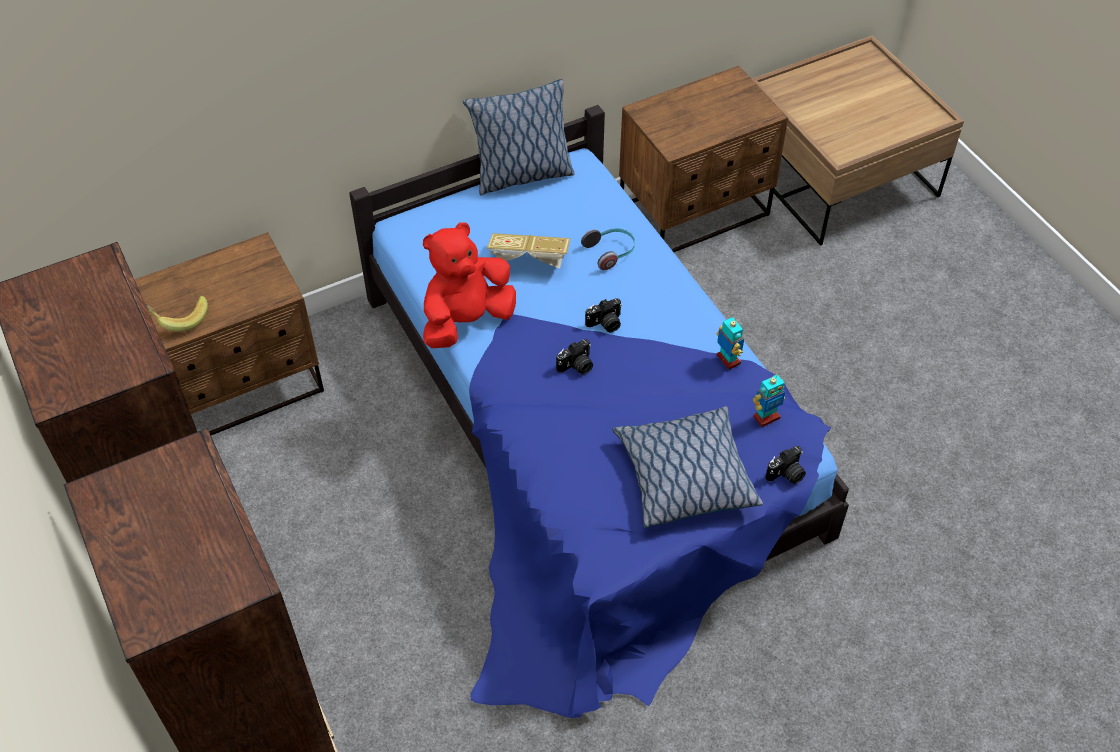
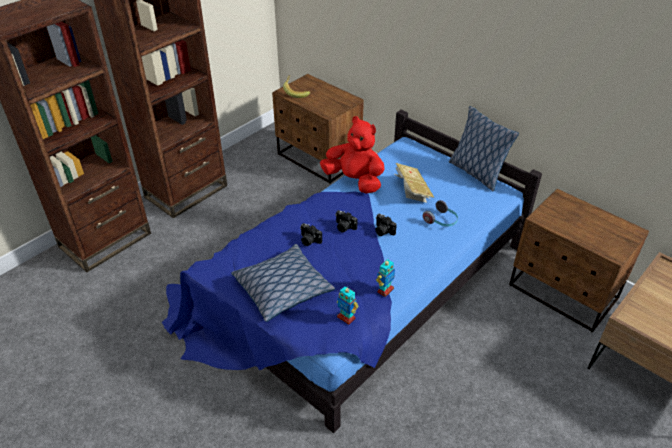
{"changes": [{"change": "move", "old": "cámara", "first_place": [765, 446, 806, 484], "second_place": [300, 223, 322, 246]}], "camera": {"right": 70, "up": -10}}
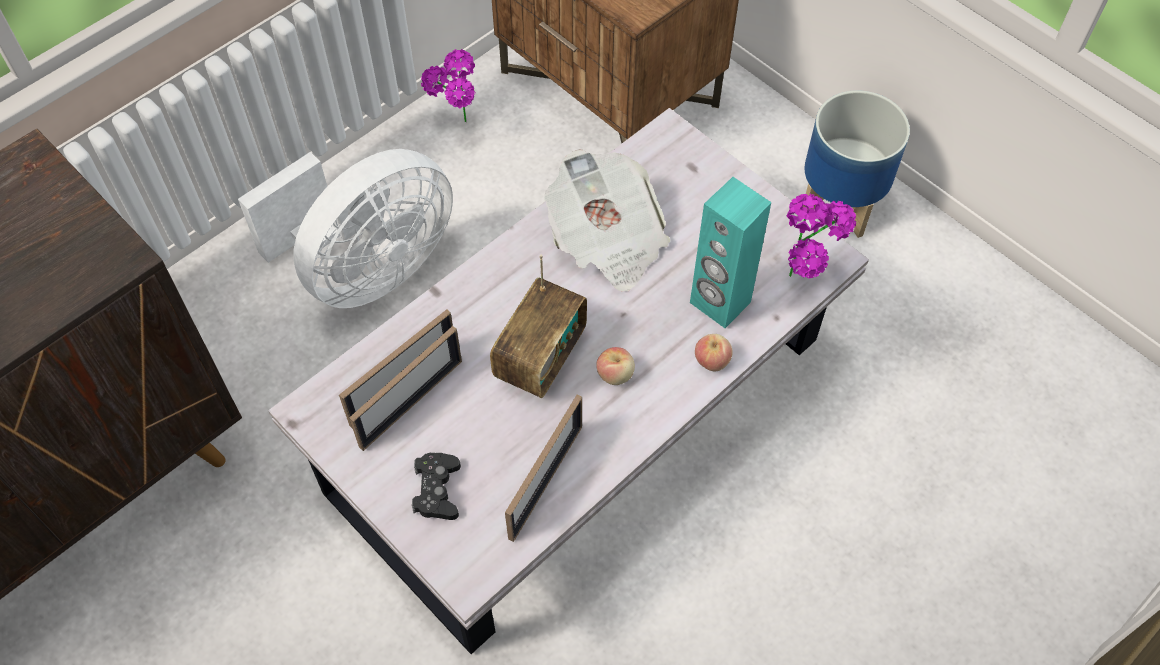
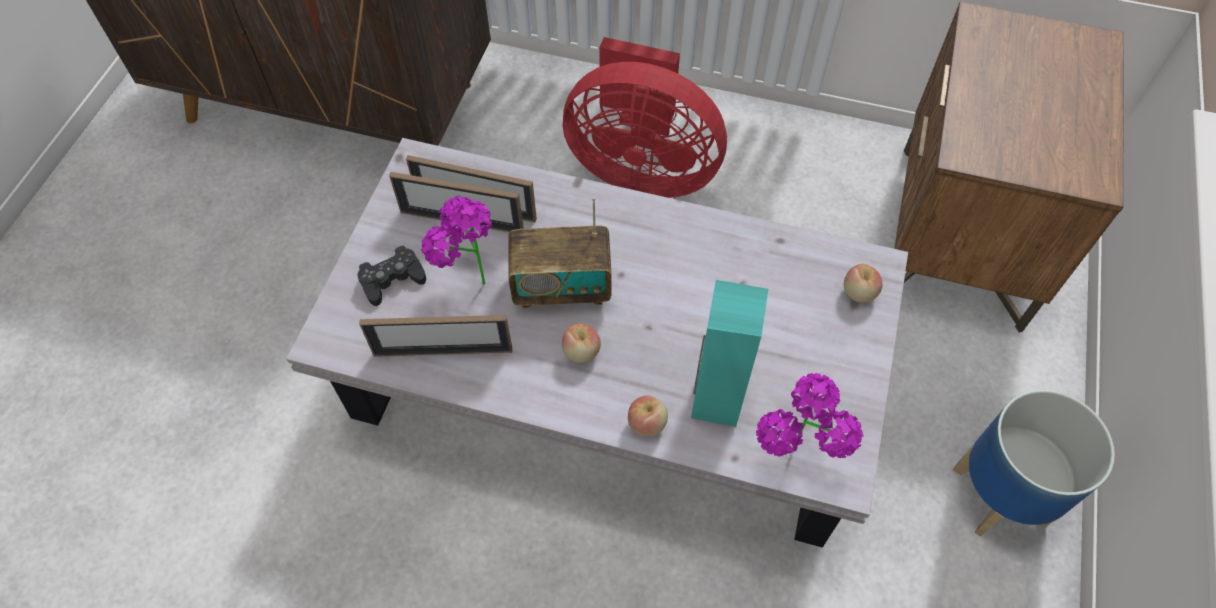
{"changes": [{"change": "move", "old": "planta en maceta", "first_place": [421, 49, 476, 122], "second_place": [421, 196, 492, 285]}, {"change": "recolor", "old": "ventilador/blanco", "new": "ventilador/rojo", "first_place": [238, 149, 453, 308], "second_place": [563, 37, 727, 198]}, {"change": "delete", "old": "periódico", "first_place": [544, 149, 670, 291]}, {"change": "insert", "new": "manzana", "second_place": [844, 264, 882, 303]}], "camera": {"right": 60, "up": 0}}
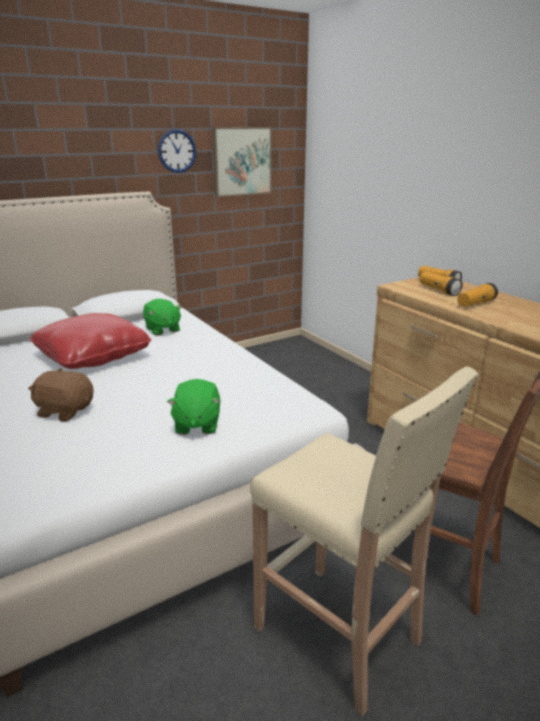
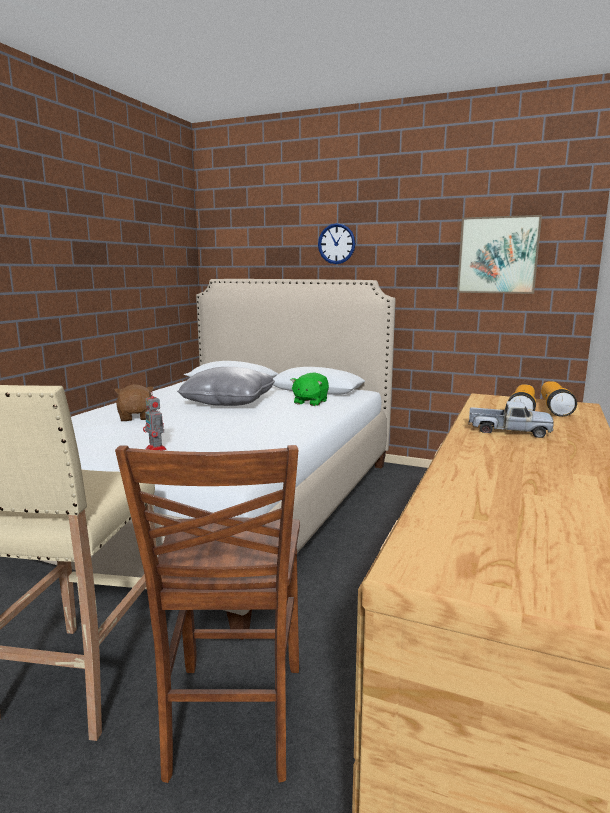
{"changes": [{"change": "move", "old": "reloj de pared", "first_place": [158, 129, 196, 173], "second_place": [318, 223, 355, 264]}, {"change": "replace", "old": "linterna", "new": "camión de juguete", "first_place": [458, 283, 498, 307], "second_place": [468, 401, 554, 438]}, {"change": "recolor", "old": "cojín/rojo", "new": "cojín/gris", "first_place": [29, 313, 151, 369], "second_place": [177, 367, 275, 406]}, {"change": "replace", "old": "peluche/verde", "new": "robot de juguete", "first_place": [167, 379, 220, 435], "second_place": [143, 391, 166, 451]}], "camera": {"right": 55, "up": -10}}
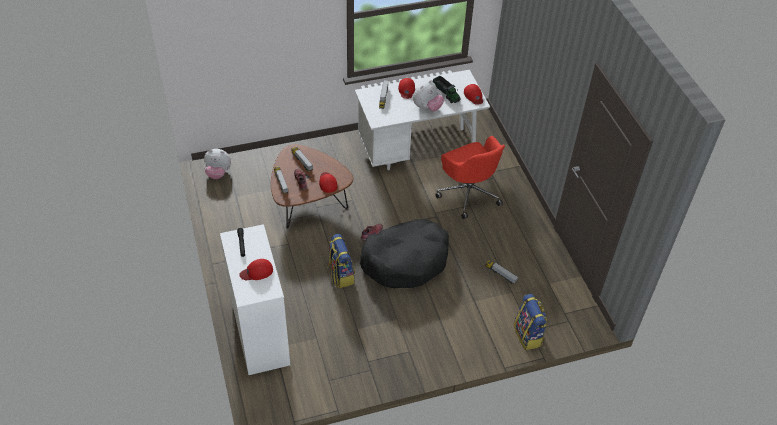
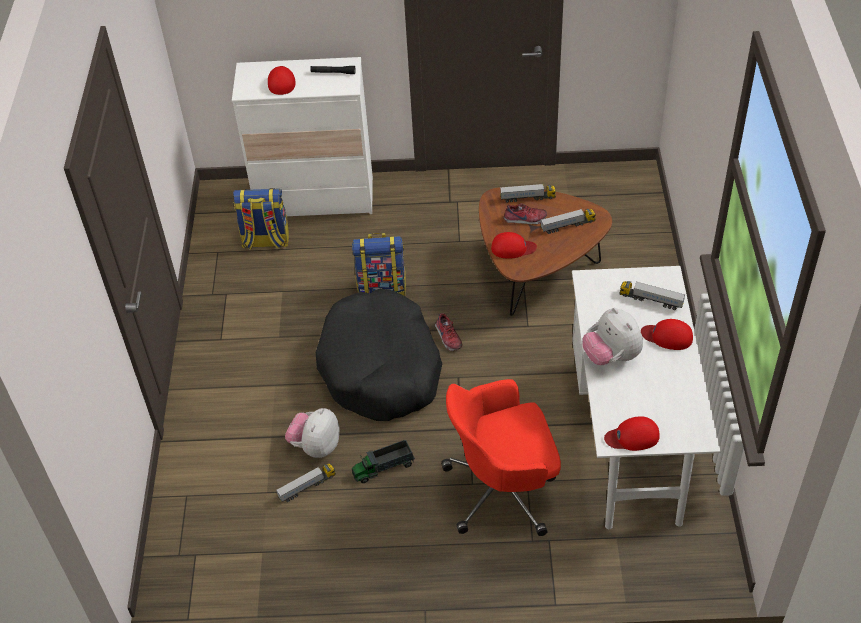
{"changes": [{"change": "move", "old": "camión de juguete", "first_place": [433, 76, 460, 103], "second_place": [352, 440, 415, 483]}, {"change": "move", "old": "peluche", "first_place": [204, 149, 231, 179], "second_place": [285, 408, 339, 458]}, {"change": "move", "old": "mochila", "first_place": [514, 294, 547, 350], "second_place": [233, 188, 289, 250]}], "camera": {"right": 110, "up": 0}}
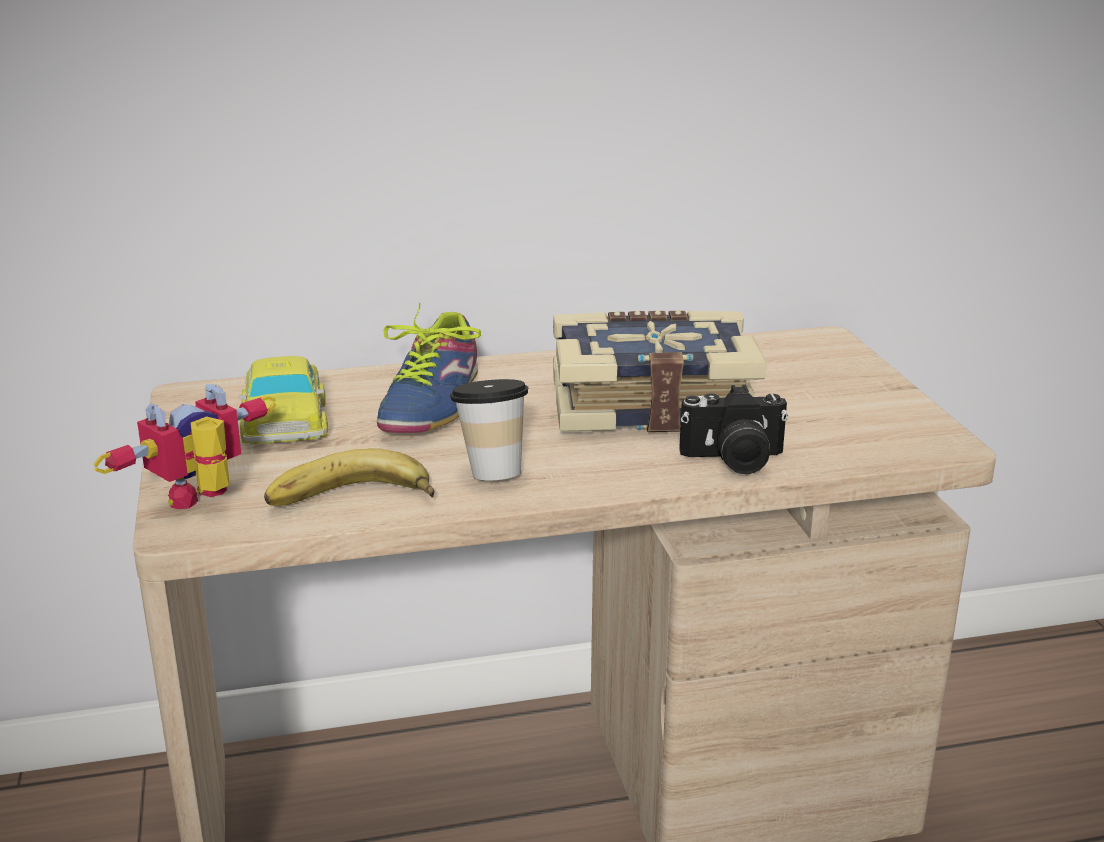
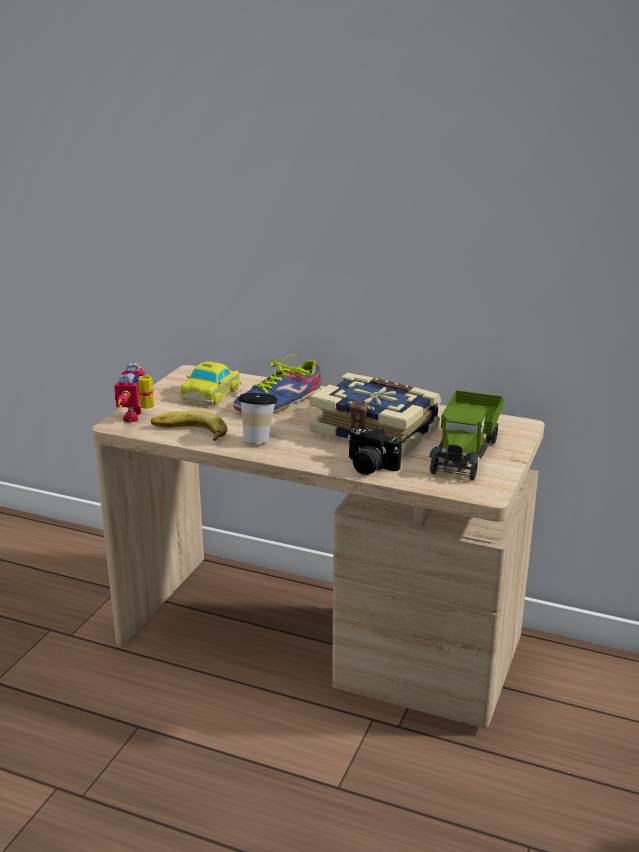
{"changes": [{"change": "rotate", "old": "robot de juguete", "first_place": [93, 384, 276, 509], "second_place": [114, 363, 154, 422], "degrees": -75}, {"change": "insert", "new": "camión de juguete", "second_place": [429, 390, 504, 480]}], "camera": {"right": 35, "up": 0}}
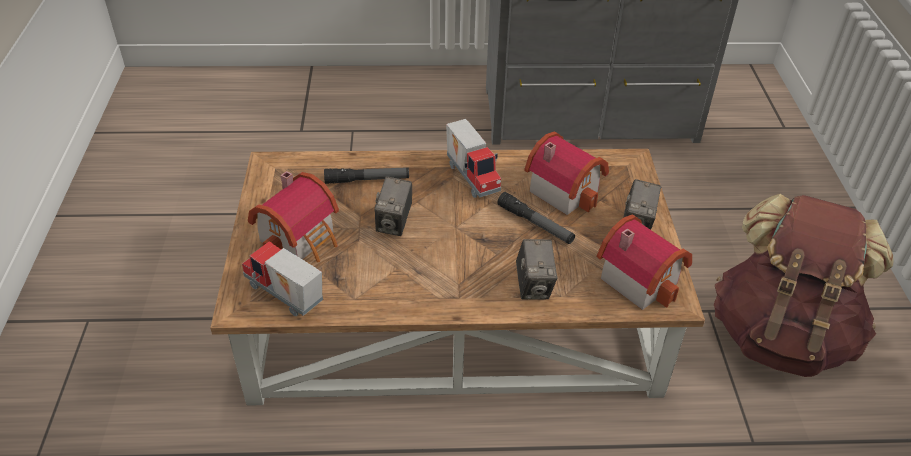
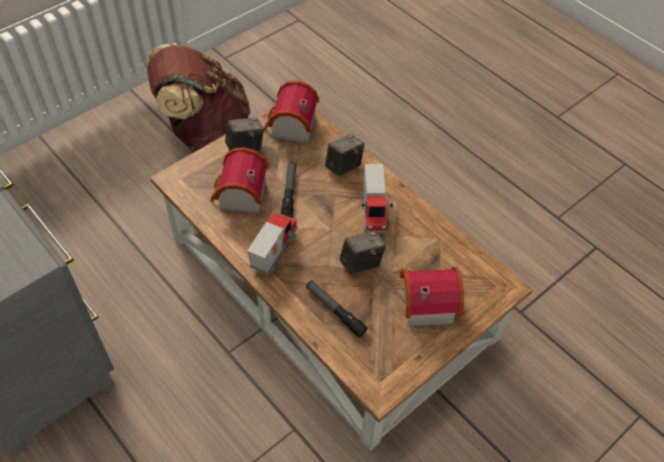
{"changes": [{"change": "move", "old": "camión de juguete", "first_place": [242, 241, 323, 316], "second_place": [362, 164, 393, 234]}], "camera": {"right": -130, "up": 10}}
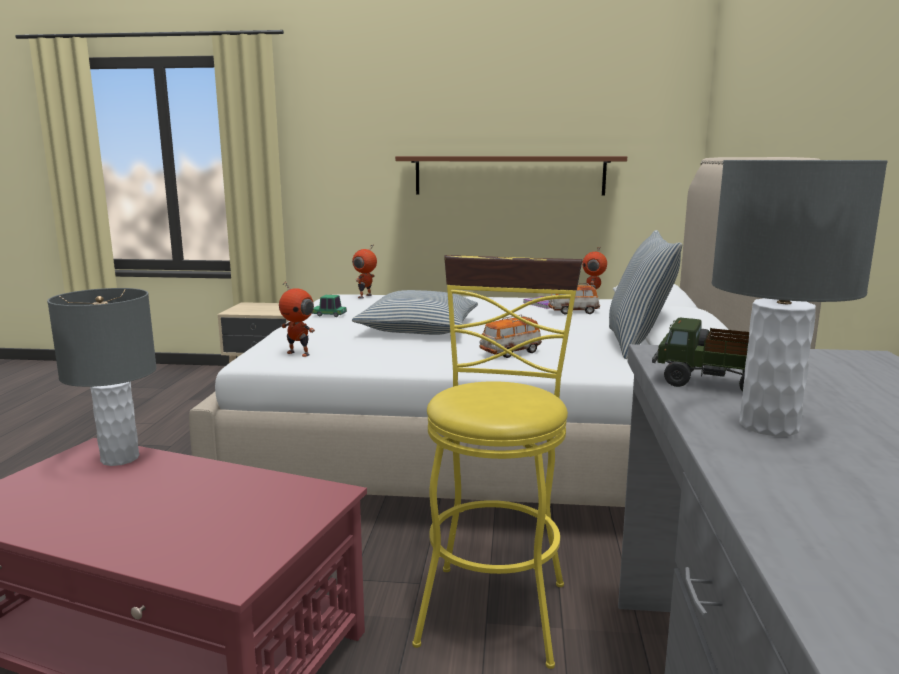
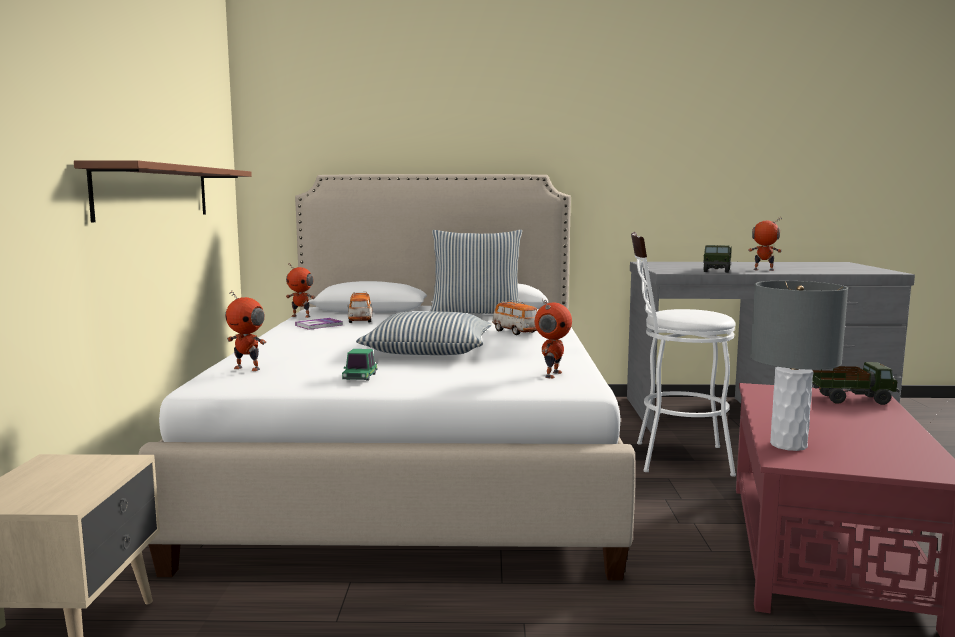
{"changes": [{"change": "replace", "old": "lámpara de mesa/gris", "new": "robot de juguete", "first_place": [711, 160, 888, 436], "second_place": [748, 218, 782, 271]}, {"change": "recolor", "old": "taburete/amarillo", "new": "taburete/blanco", "first_place": [412, 255, 583, 669], "second_place": [631, 232, 736, 477]}, {"change": "insert", "new": "camión de juguete", "second_place": [812, 362, 900, 405]}], "camera": {"right": -95, "up": -5}}
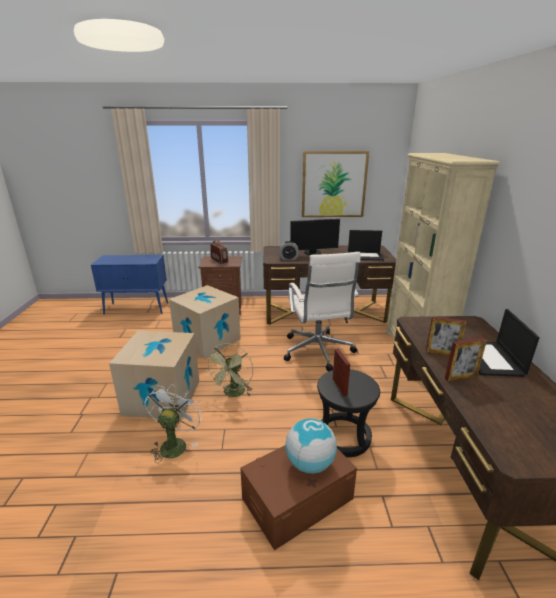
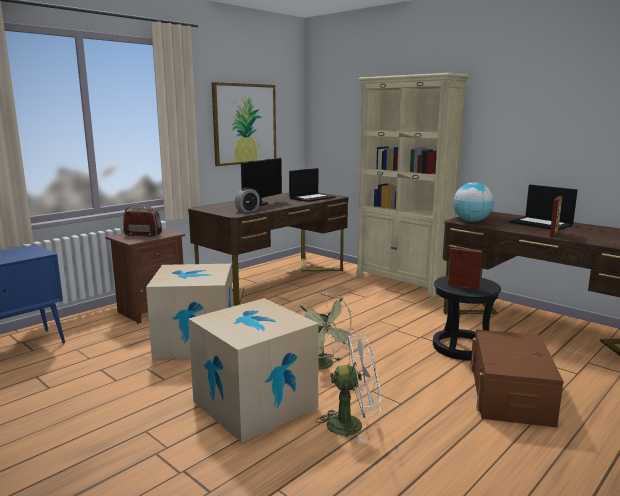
{"changes": [{"change": "delete", "old": "silla de oficina/blanco", "first_place": [284, 252, 361, 372]}, {"change": "delete", "old": "portarretratos", "first_place": [426, 317, 467, 356]}, {"change": "rotate", "old": "ventilador/blanco", "first_place": [145, 384, 203, 463], "second_place": [316, 334, 381, 444], "degrees": 120}, {"change": "move", "old": "globo terráqueo", "first_place": [285, 418, 337, 474], "second_place": [453, 182, 494, 222]}], "camera": {"right": -45, "up": -10}}
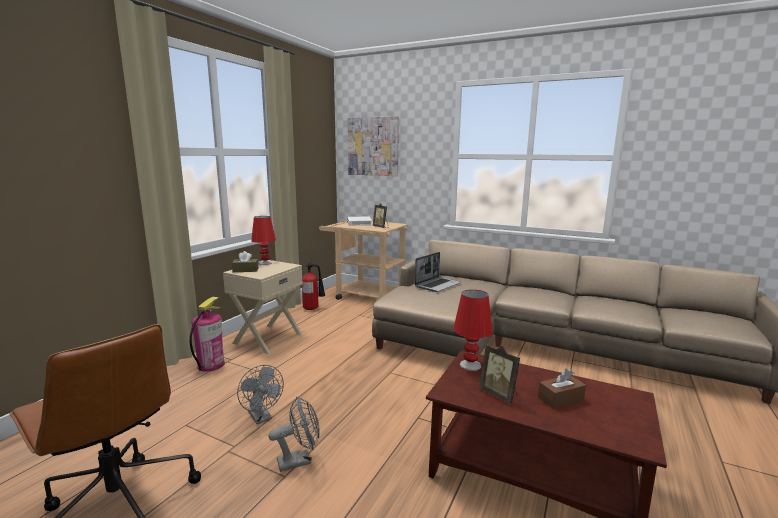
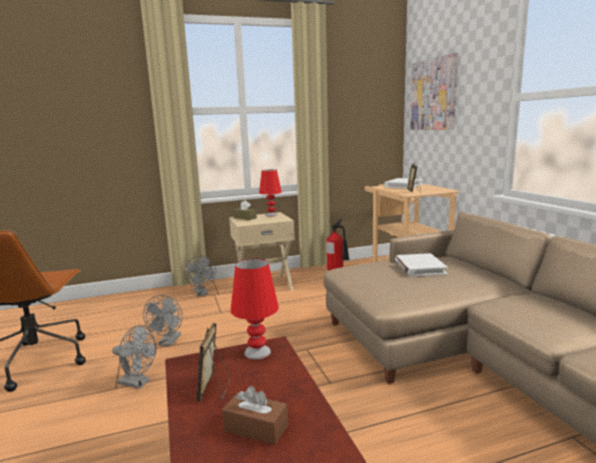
{"changes": [{"change": "replace", "old": "portátil", "new": "libro/blanco", "first_place": [415, 252, 461, 292], "second_place": [395, 253, 448, 277]}, {"change": "replace", "old": "extintor", "new": "ventilador/gris", "first_place": [190, 297, 225, 372], "second_place": [184, 256, 216, 296]}], "camera": {"right": 45, "up": 0}}
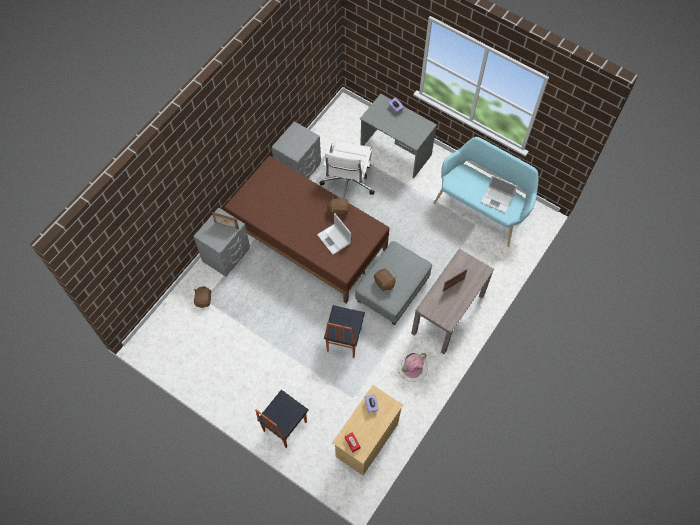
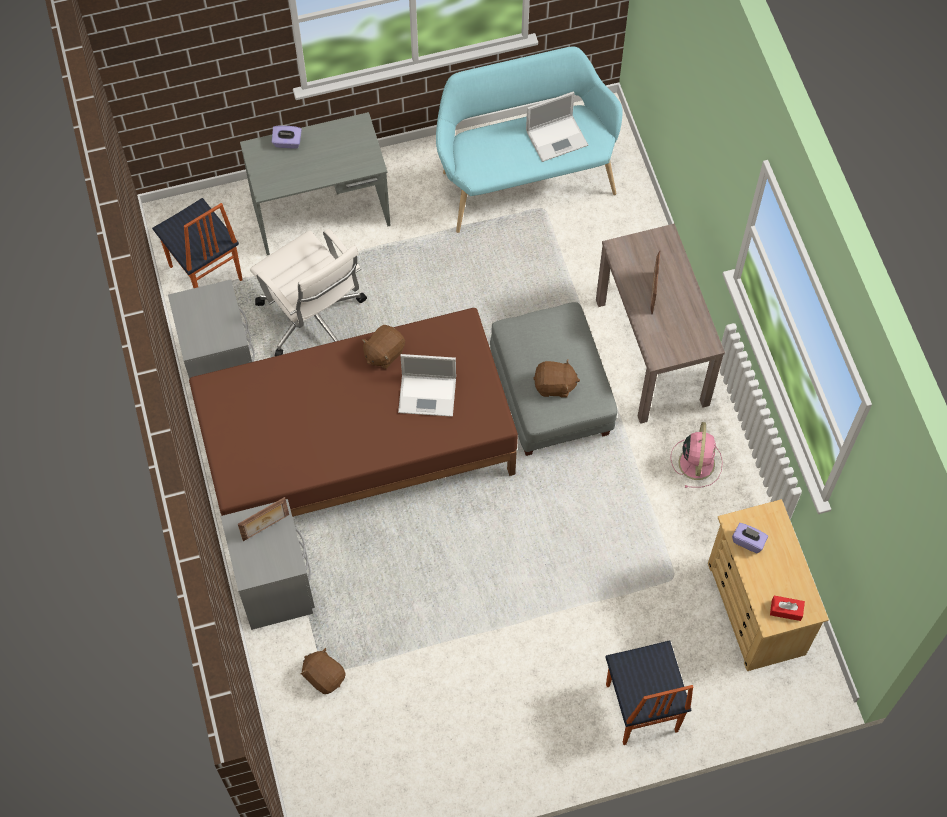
{"changes": [{"change": "move", "old": "silla", "first_place": [324, 305, 365, 358], "second_place": [152, 198, 243, 288]}], "camera": {"right": -50, "up": 0}}
